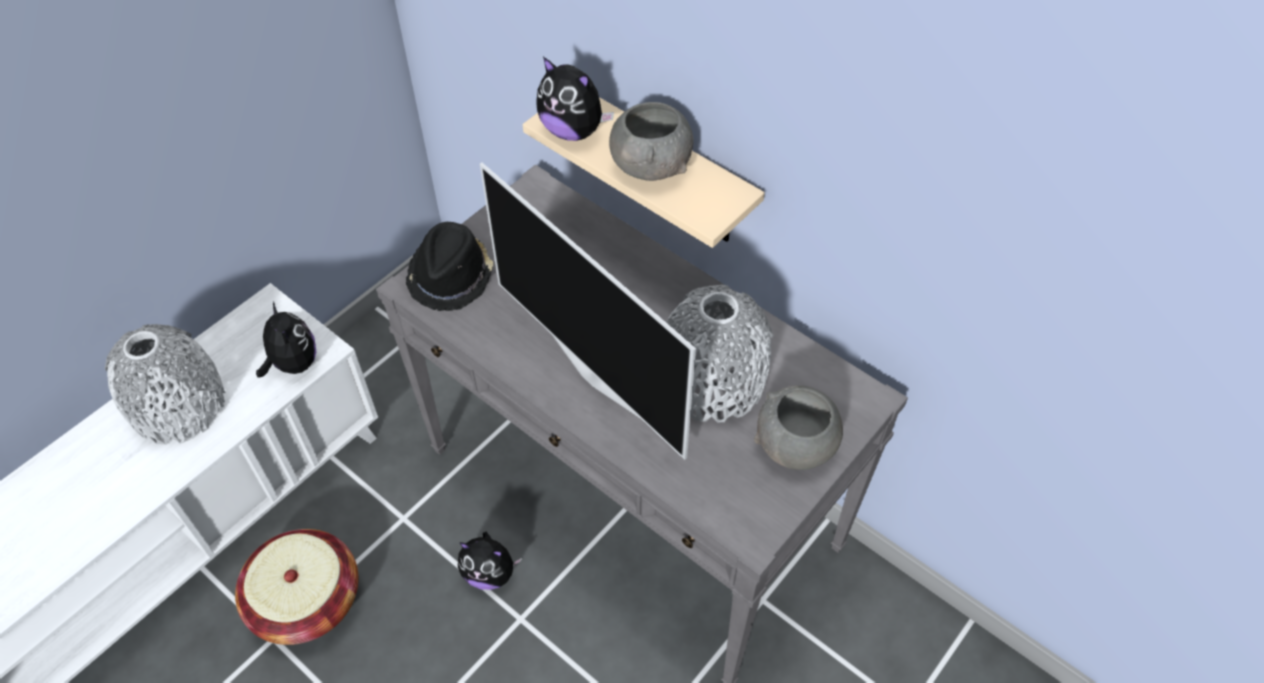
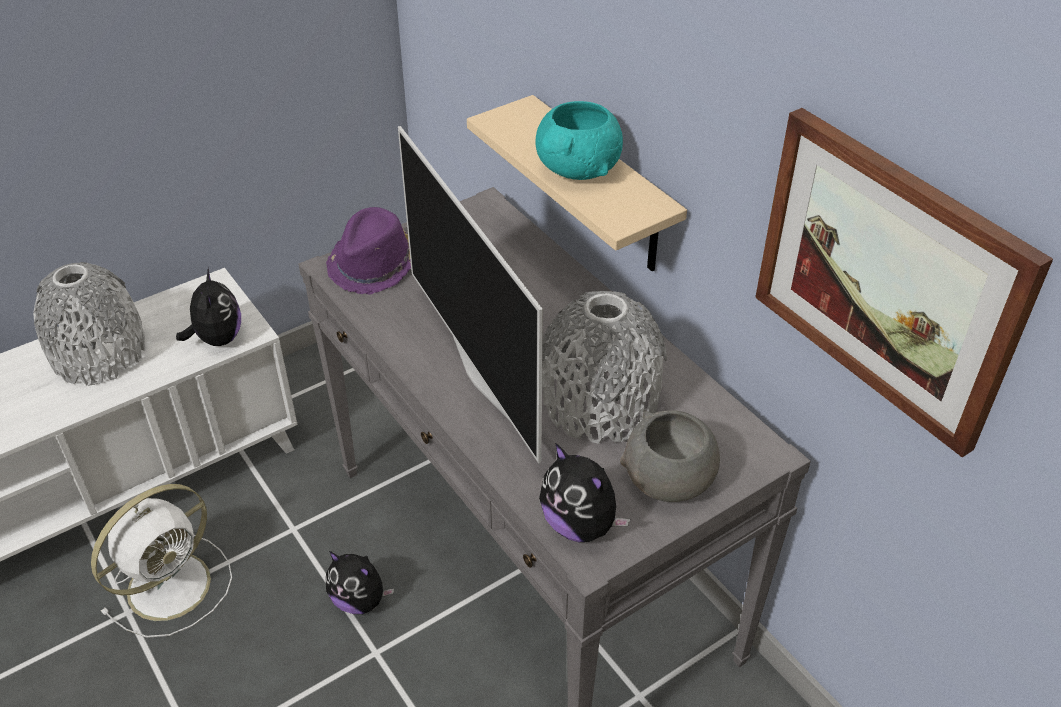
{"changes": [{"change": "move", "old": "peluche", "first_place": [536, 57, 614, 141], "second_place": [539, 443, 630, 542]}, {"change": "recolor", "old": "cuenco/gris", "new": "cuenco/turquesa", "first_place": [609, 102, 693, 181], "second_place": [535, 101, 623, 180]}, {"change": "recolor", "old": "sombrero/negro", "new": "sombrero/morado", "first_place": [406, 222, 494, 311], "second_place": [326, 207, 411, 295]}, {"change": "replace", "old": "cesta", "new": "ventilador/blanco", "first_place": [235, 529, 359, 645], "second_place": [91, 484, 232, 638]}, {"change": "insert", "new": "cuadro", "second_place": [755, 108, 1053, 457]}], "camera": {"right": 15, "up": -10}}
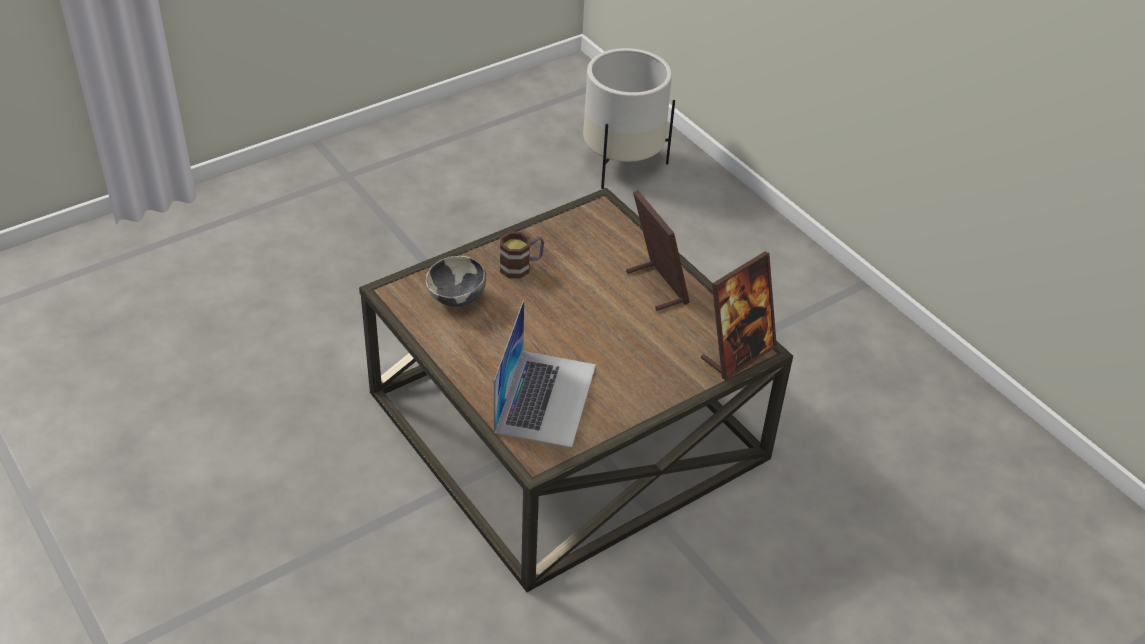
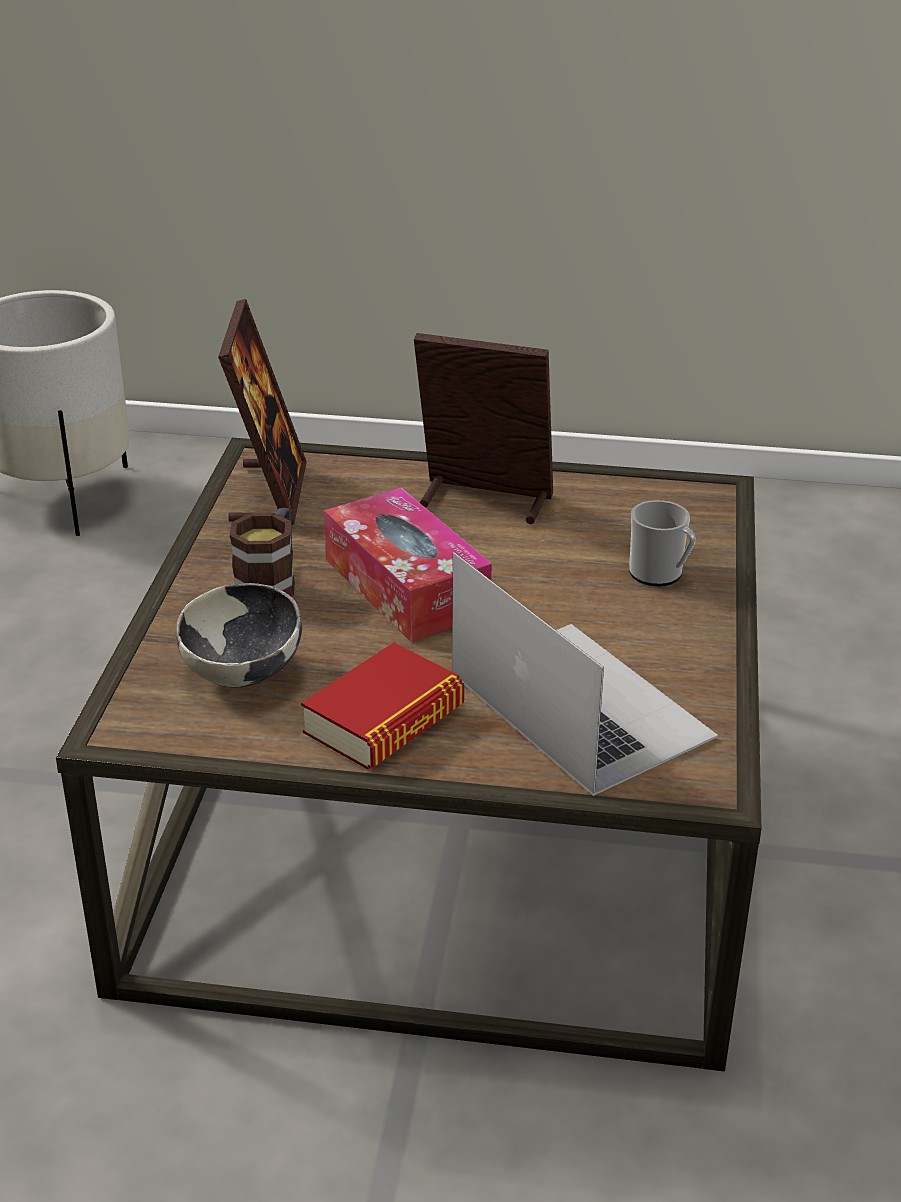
{"changes": [{"change": "move", "old": "portarretratos", "first_place": [701, 251, 777, 380], "second_place": [218, 299, 307, 525]}, {"change": "insert", "new": "caja de pañuelos", "second_place": [324, 488, 492, 642]}, {"change": "insert", "new": "taza grande", "second_place": [629, 500, 696, 586]}, {"change": "insert", "new": "libro", "second_place": [301, 642, 464, 770]}], "camera": {"right": -45, "up": -10}}
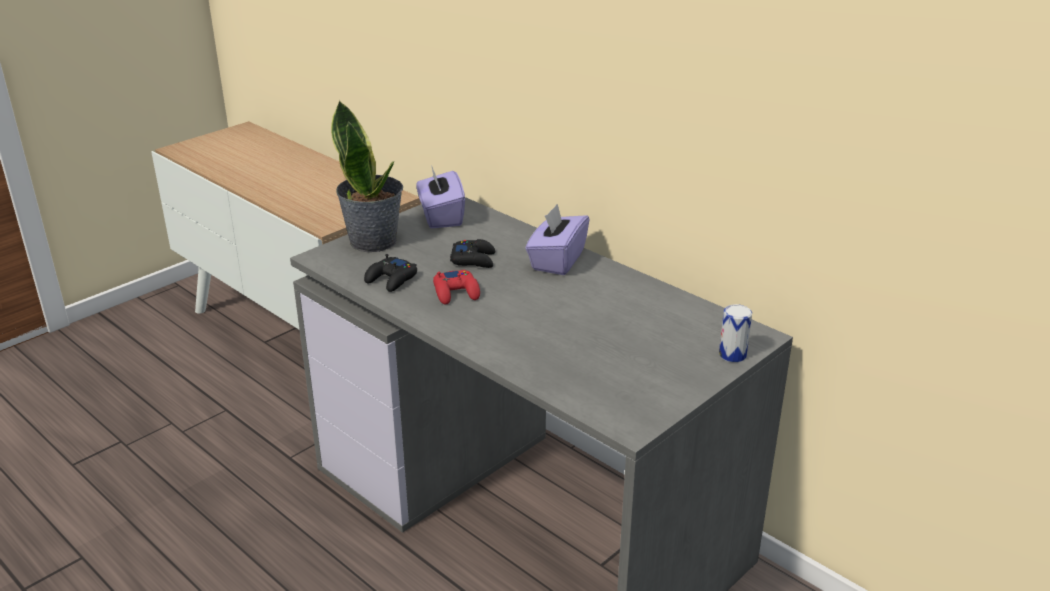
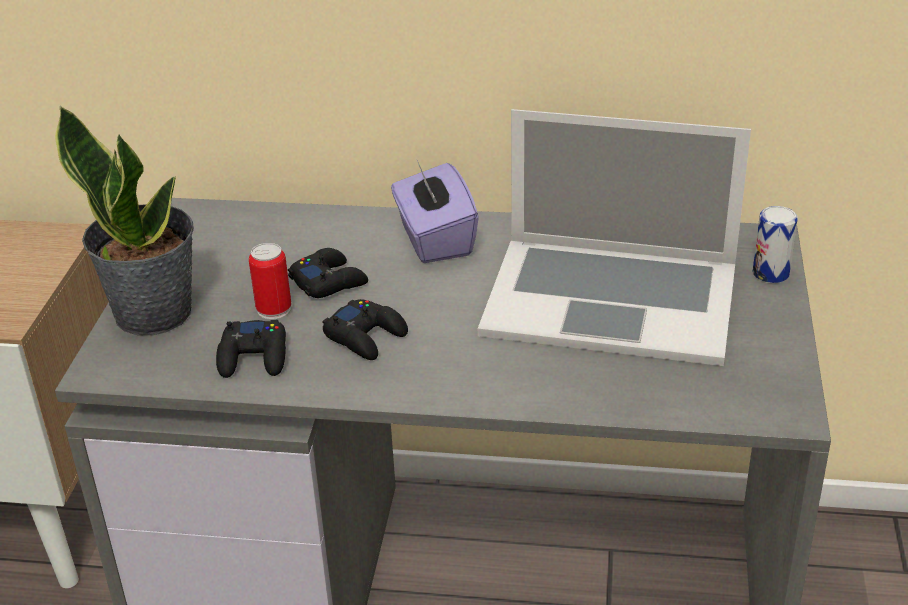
{"changes": [{"change": "delete", "old": "caja de pañuelos/morado", "first_place": [416, 165, 465, 229]}, {"change": "recolor", "old": "mando de consola/rojo", "new": "mando de consola/negro", "first_place": [433, 270, 480, 305], "second_place": [322, 299, 408, 360]}, {"change": "insert", "new": "portátil", "second_place": [478, 109, 751, 366]}, {"change": "insert", "new": "lata", "second_place": [249, 243, 291, 320]}], "camera": {"right": -35, "up": 5}}
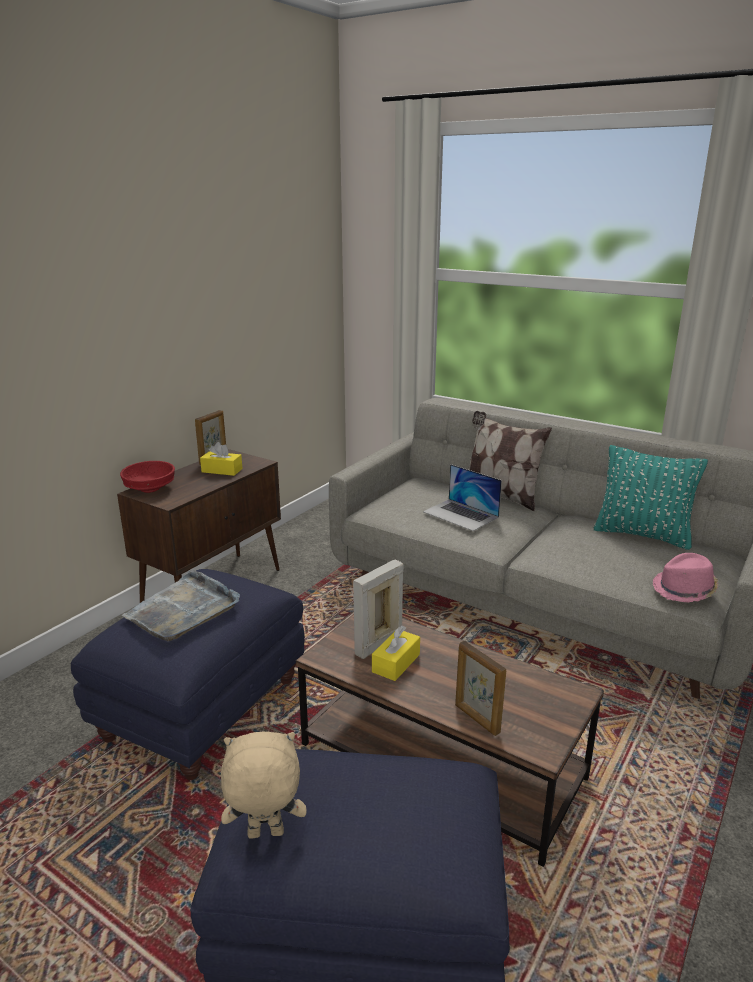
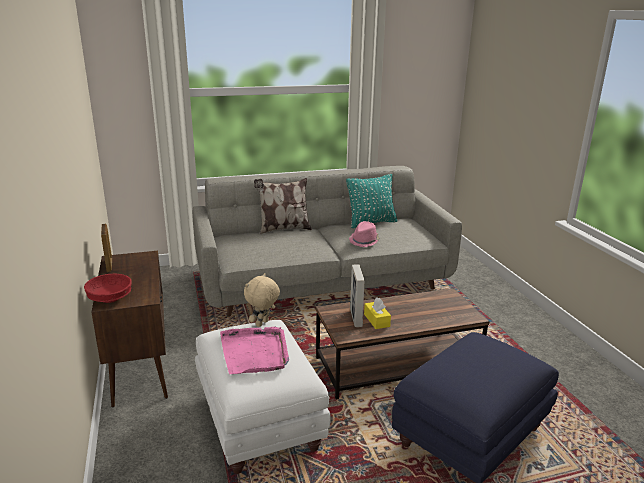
{"changes": [{"change": "delete", "old": "caja de pañuelos/amarillo", "first_place": [200, 442, 243, 476]}, {"change": "delete", "old": "portátil", "first_place": [423, 464, 502, 531]}, {"change": "move", "old": "sombrero/rosa", "first_place": [653, 553, 718, 602], "second_place": [349, 221, 380, 247]}, {"change": "recolor", "old": "puf/azul", "new": "puf/blanco", "first_place": [71, 569, 305, 780], "second_place": [195, 320, 331, 474]}, {"change": "recolor", "old": "bandeja/gris", "new": "bandeja/rosa", "first_place": [122, 570, 240, 642], "second_place": [220, 326, 289, 374]}, {"change": "delete", "old": "portarretratos", "first_place": [455, 641, 506, 736]}, {"change": "move", "old": "peluche/beis", "first_place": [221, 732, 307, 838], "second_place": [244, 273, 280, 327]}], "camera": {"right": -50, "up": 0}}
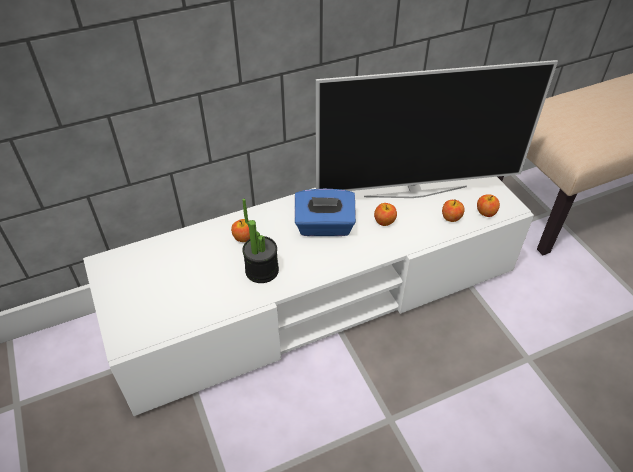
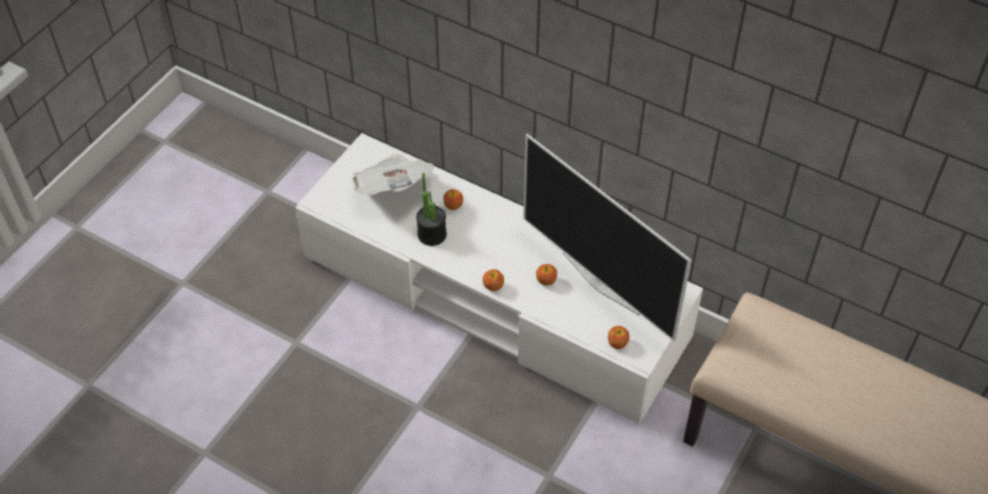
{"changes": [{"change": "delete", "old": "caja de pañuelos/azul", "first_place": [295, 189, 356, 236]}, {"change": "move", "old": "manzana", "first_place": [442, 199, 465, 222], "second_place": [483, 269, 504, 291]}, {"change": "insert", "new": "periódico", "second_place": [352, 154, 434, 195]}], "camera": {"right": 55, "up": 5}}
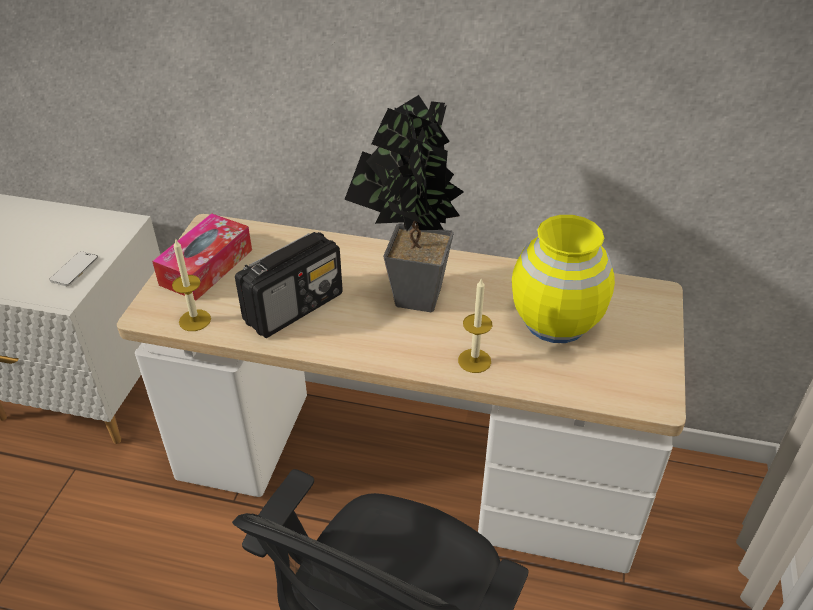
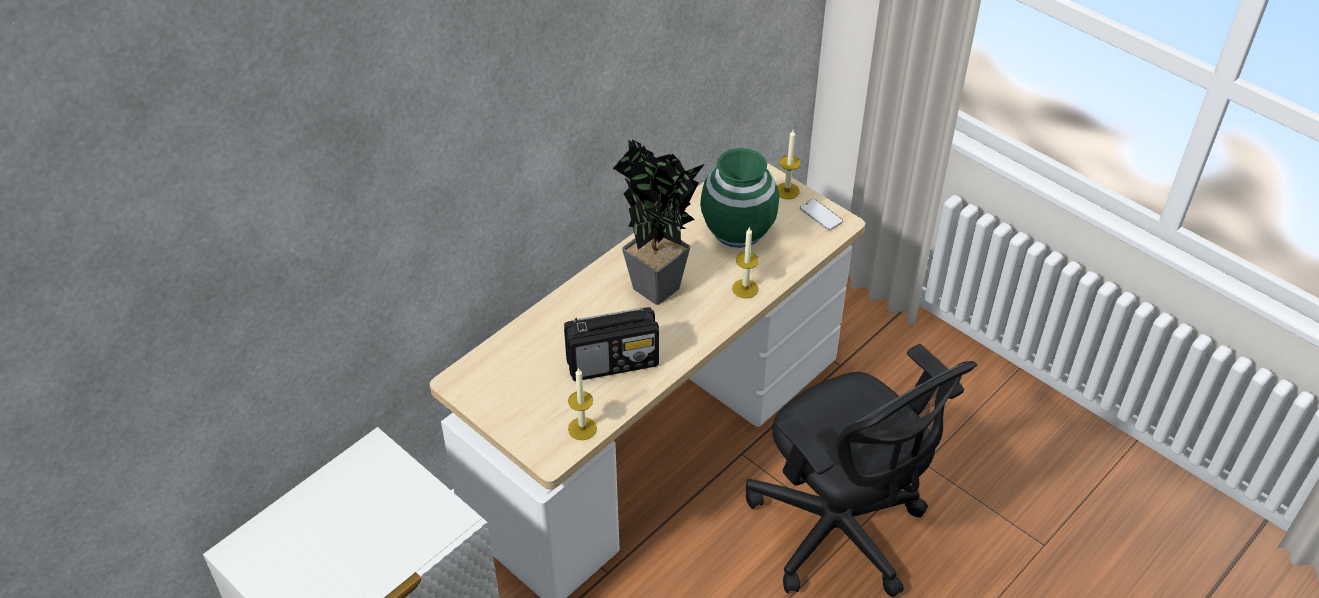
{"changes": [{"change": "delete", "old": "caja de pañuelos", "first_place": [152, 213, 252, 301]}, {"change": "recolor", "old": "florero/amarillo", "new": "florero/verde", "first_place": [512, 215, 615, 343], "second_place": [700, 148, 779, 248]}, {"change": "rotate", "old": "radio", "first_place": [235, 232, 343, 338], "second_place": [564, 307, 659, 381], "degrees": 90}, {"change": "move", "old": "móvil", "first_place": [50, 251, 98, 286], "second_place": [800, 199, 843, 231]}, {"change": "insert", "new": "vela", "second_place": [777, 130, 801, 199]}], "camera": {"right": -60, "up": 5}}
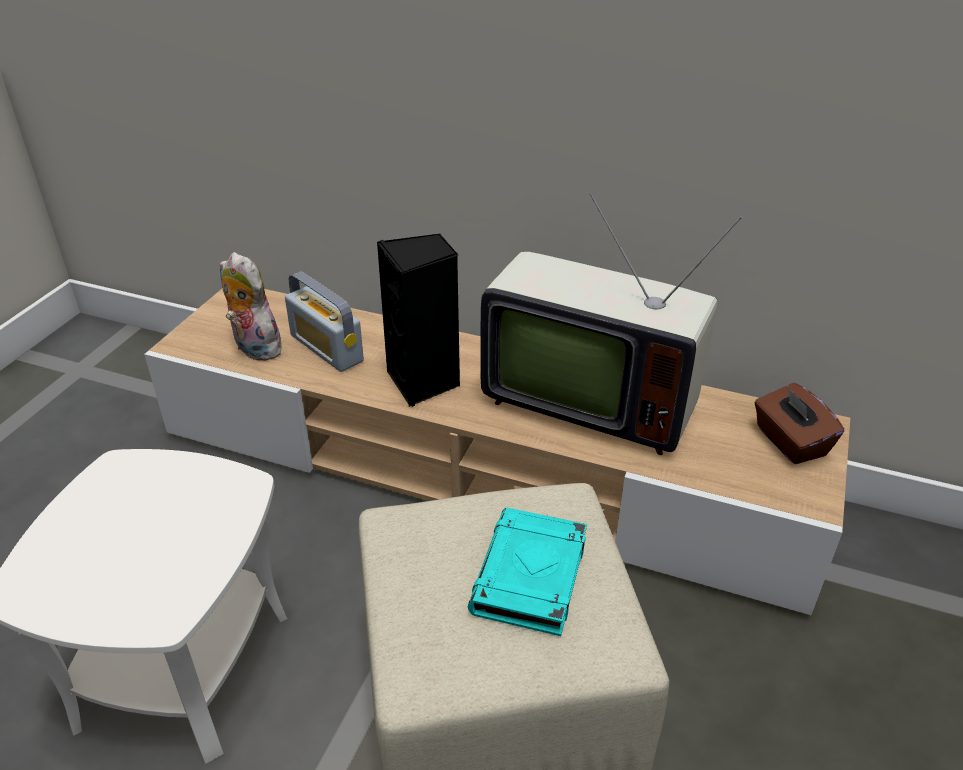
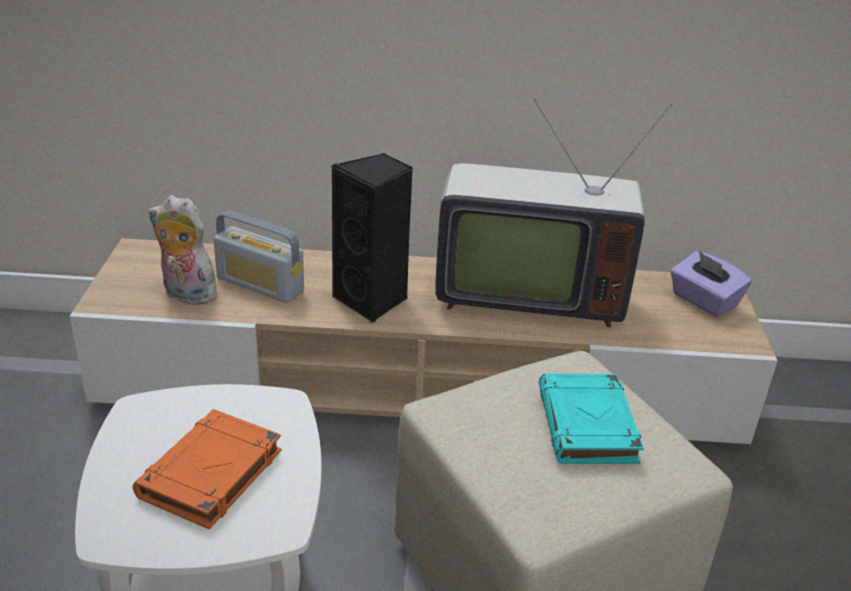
{"changes": [{"change": "recolor", "old": "caja de pañuelos/marrón", "new": "caja de pañuelos/morado", "first_place": [755, 383, 844, 464], "second_place": [671, 251, 752, 317]}, {"change": "insert", "new": "libro/naranja", "second_place": [133, 409, 282, 529]}], "camera": {"right": -20, "up": -5}}
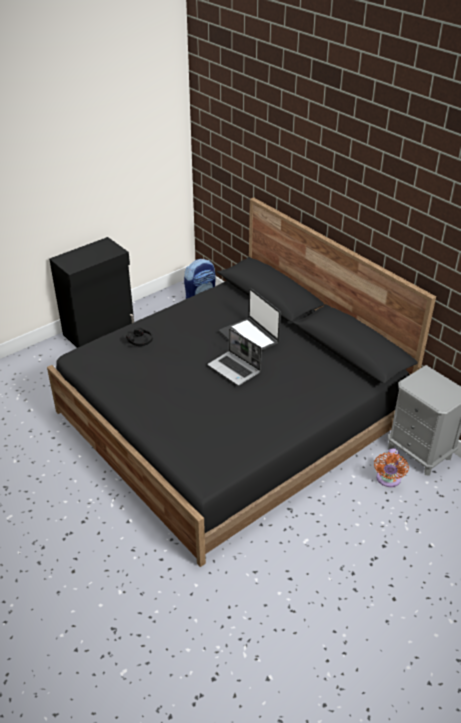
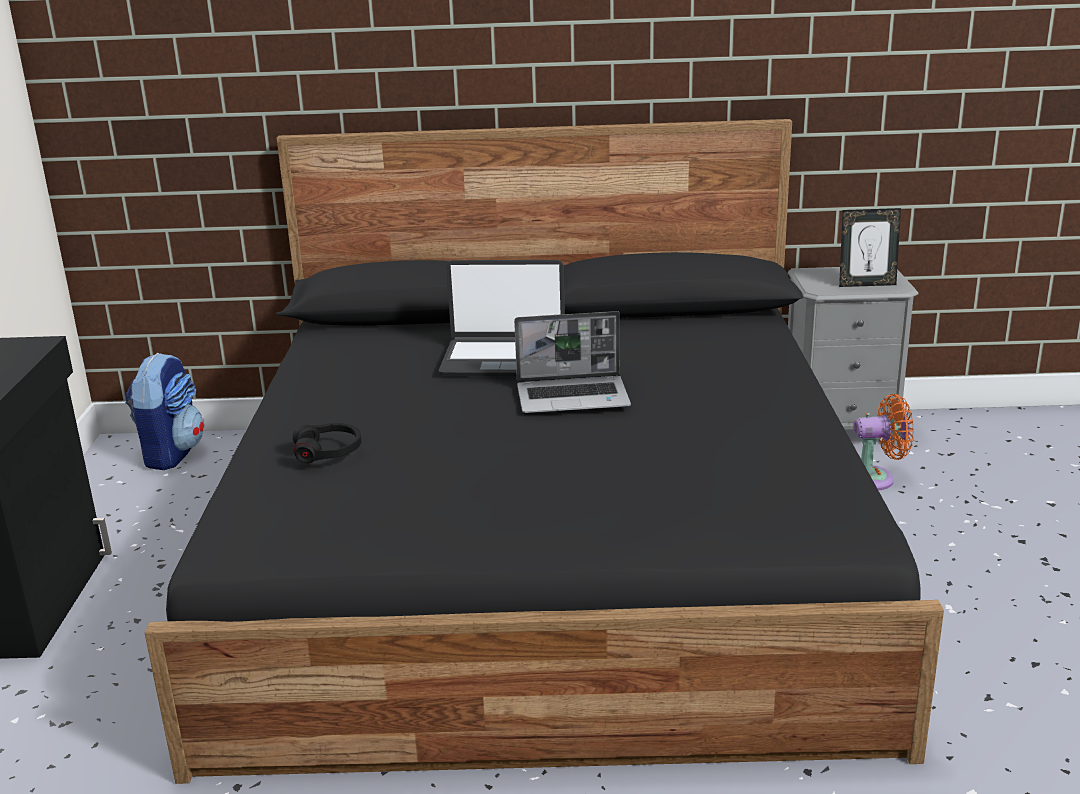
{"changes": [{"change": "rotate", "old": "ventilador/naranja", "first_place": [374, 448, 409, 487], "second_place": [853, 394, 914, 491], "degrees": -60}, {"change": "insert", "new": "portarretratos", "second_place": [839, 208, 901, 287]}], "camera": {"right": -50, "up": -15}}
